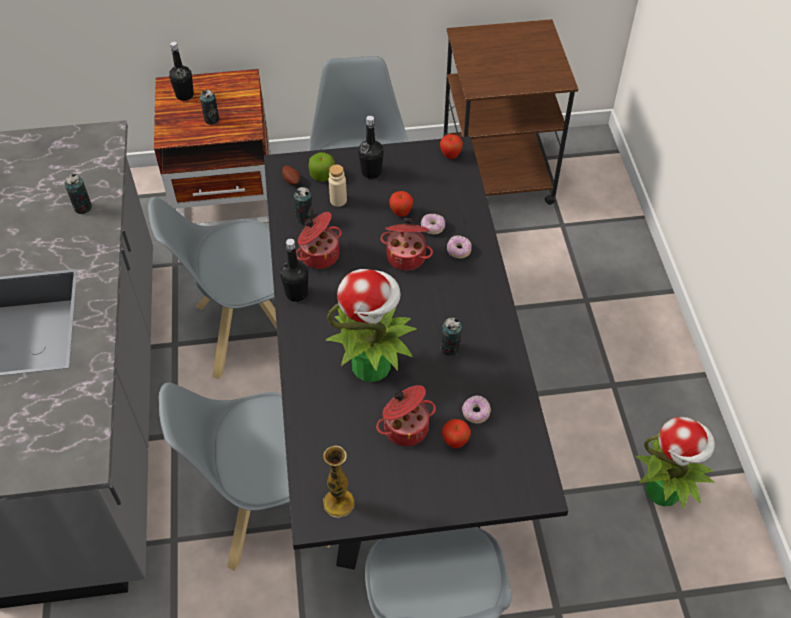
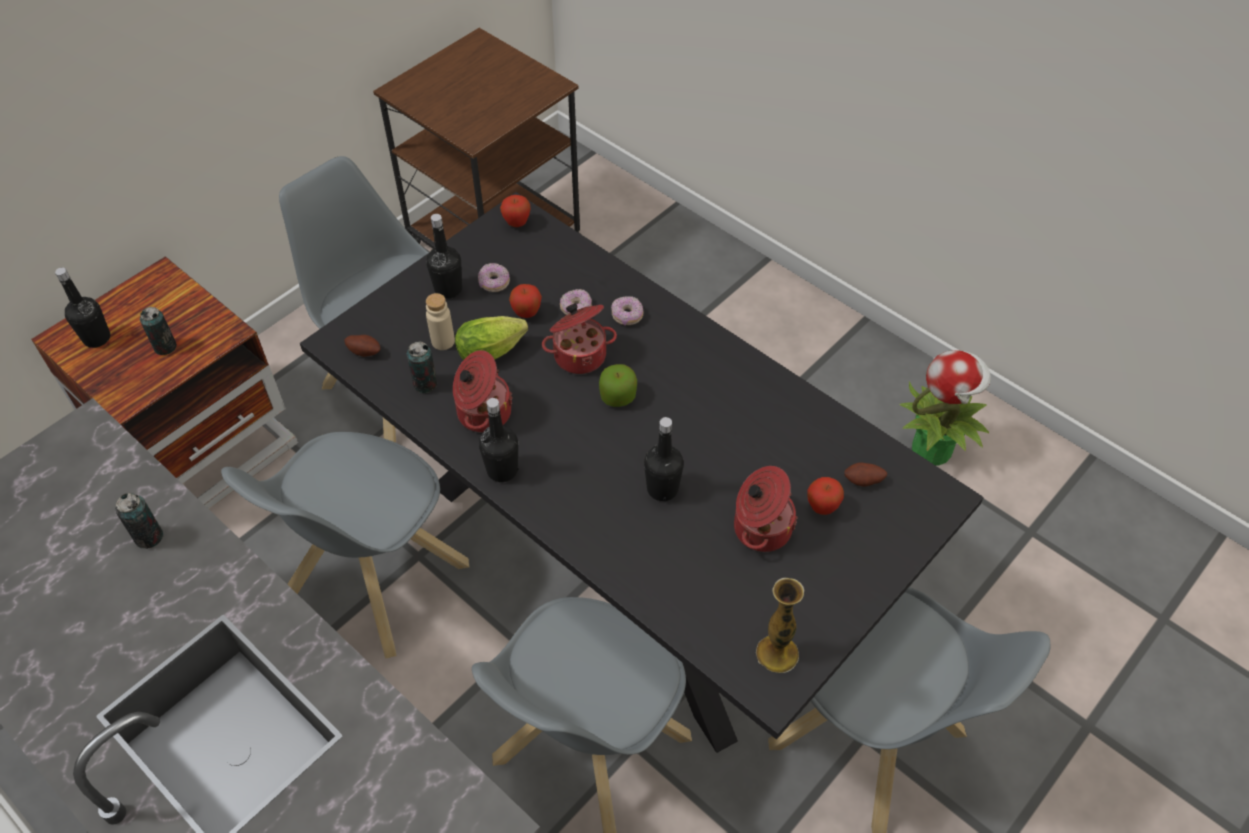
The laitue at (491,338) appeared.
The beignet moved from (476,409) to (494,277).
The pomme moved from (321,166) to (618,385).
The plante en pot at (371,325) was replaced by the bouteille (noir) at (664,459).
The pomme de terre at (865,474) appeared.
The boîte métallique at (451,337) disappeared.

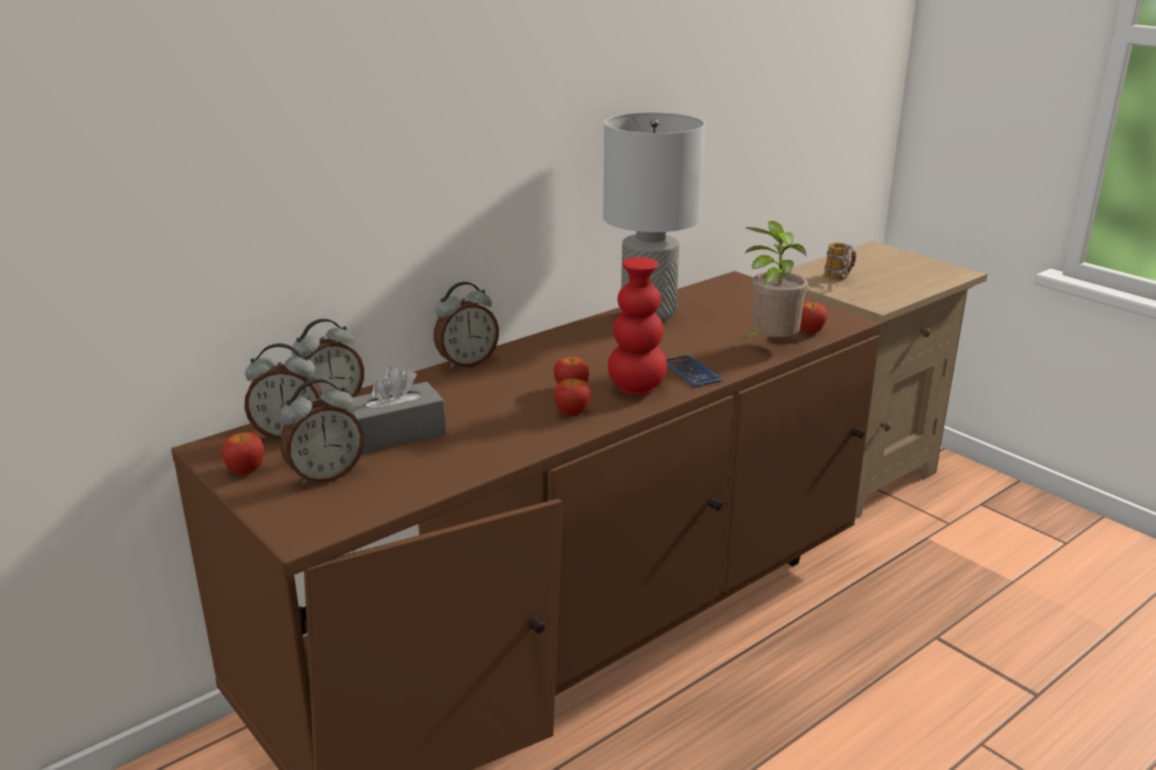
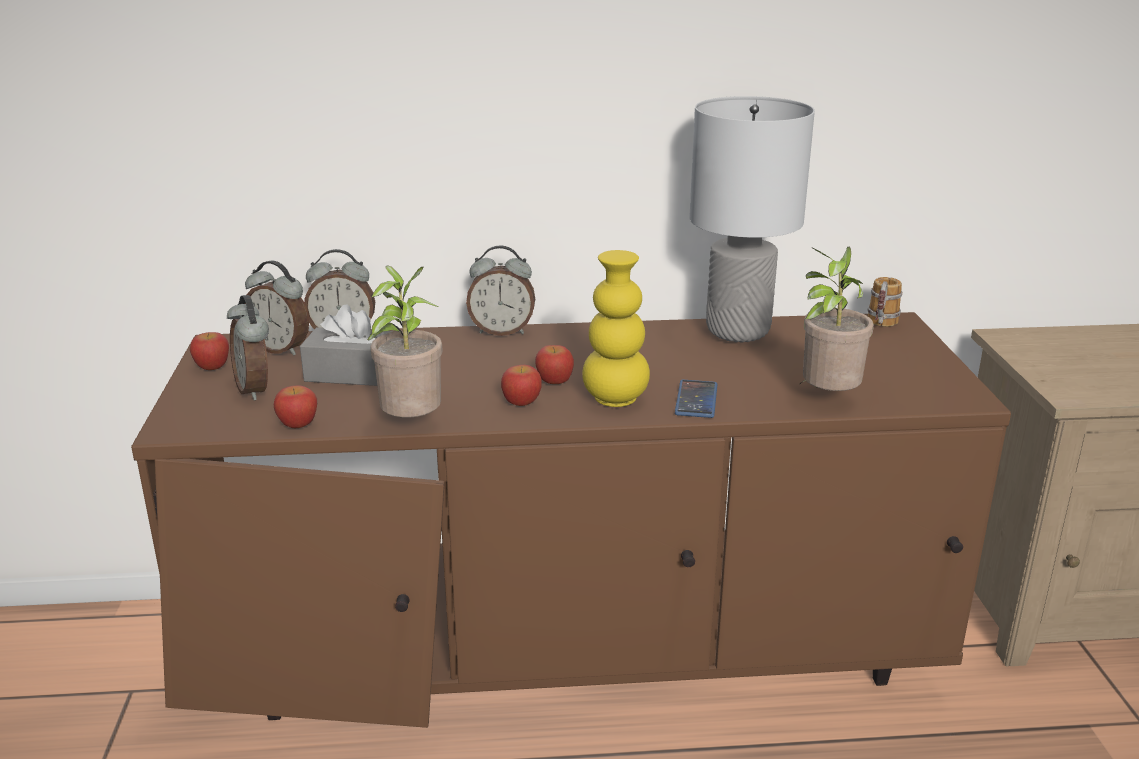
The réveil at (322,432) turned 60 degrees clockwise.
The pomme moved from (814,318) to (295,406).
The plante en pot at (405,341) appeared.
The vase (rouge) at (637,326) became the vase (jaune) at (616,328).
The mug moved from (840,261) to (885,302).

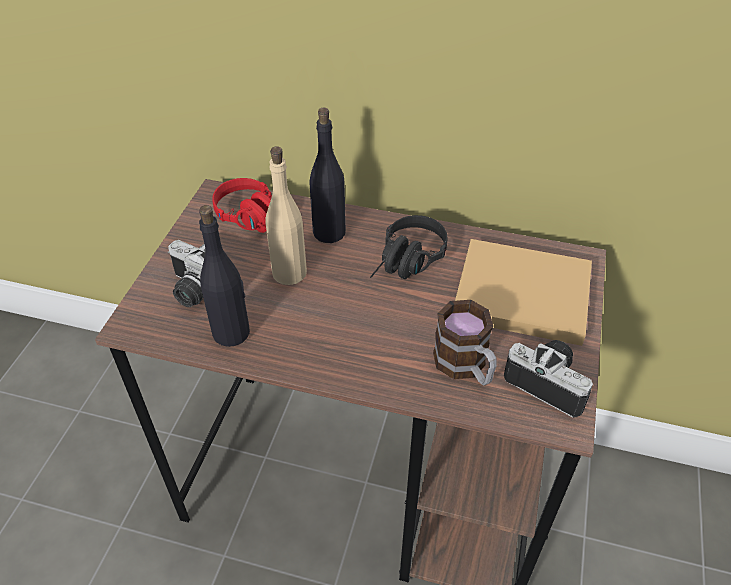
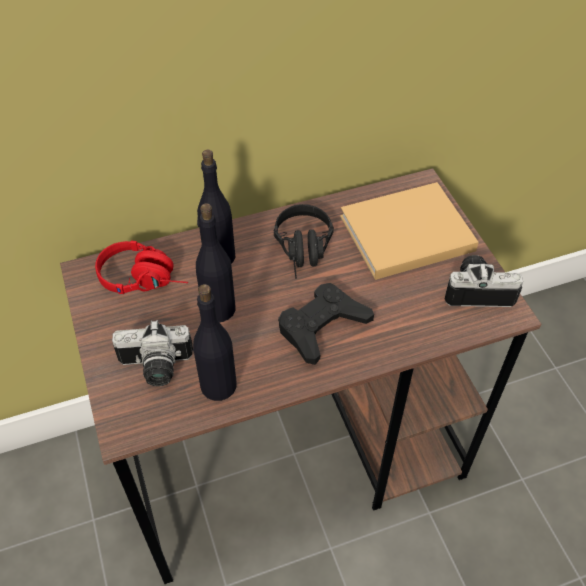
The bouteille (beige) at (286,215) became the bouteille (noir) at (216,262).
The manette (noir) at (326,324) appeared.
The mug at (465,343) disappeared.

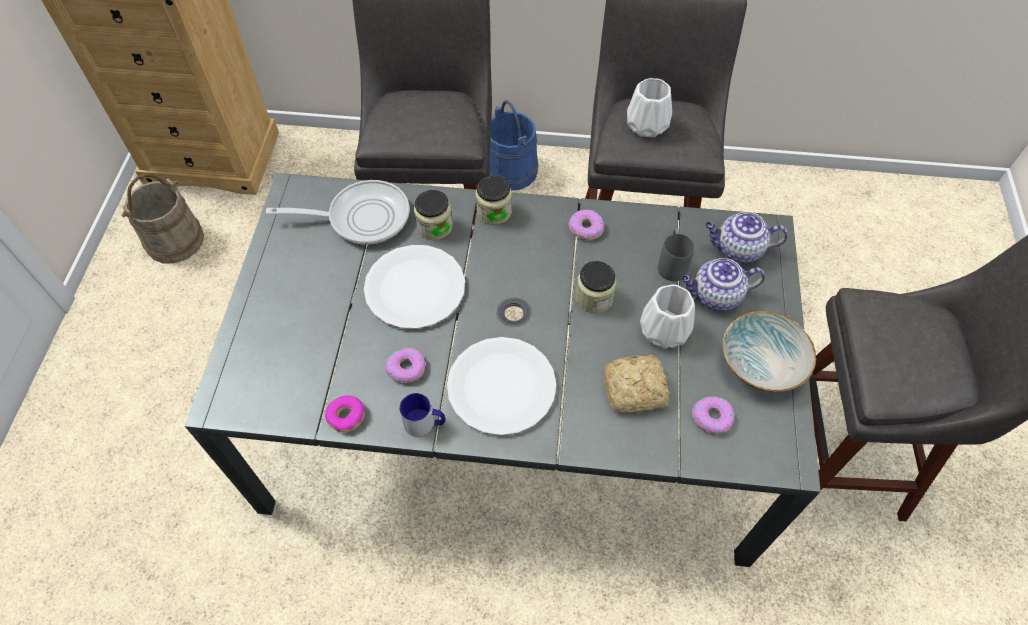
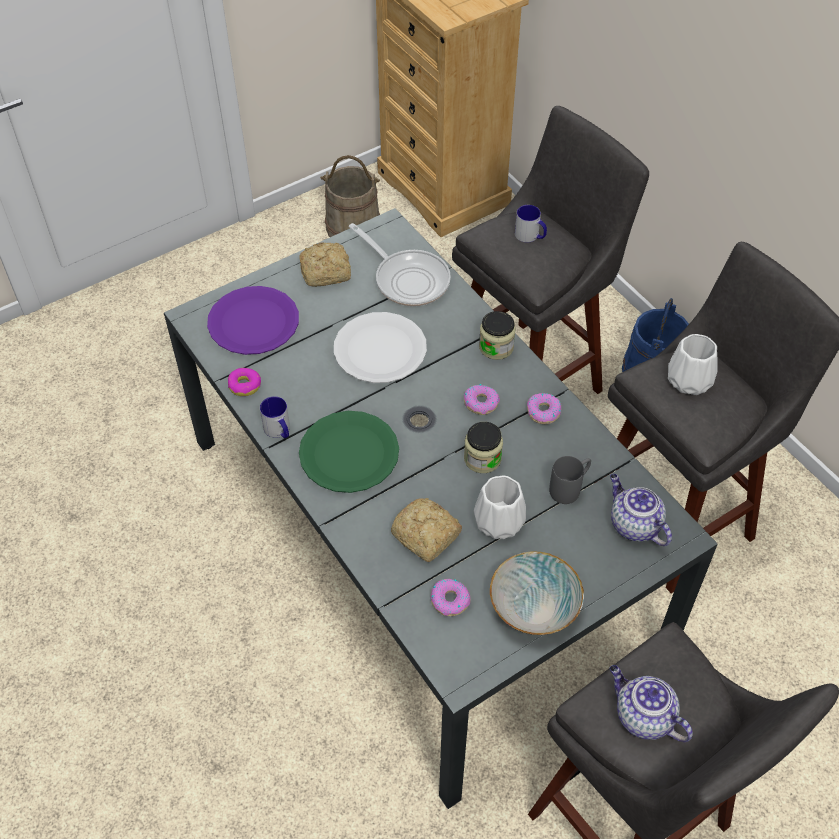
The assiette (violet) at (253,320) appeared.
The pain at (325,264) appeared.
The assiette (blanc) at (501,386) became the assiette (vert) at (349,452).
The beignet moved from (405,365) to (482,399).
The mug at (531,224) appeared.
The théière moved from (723,284) to (651,703).
The bocal at (433,215) disappeared.

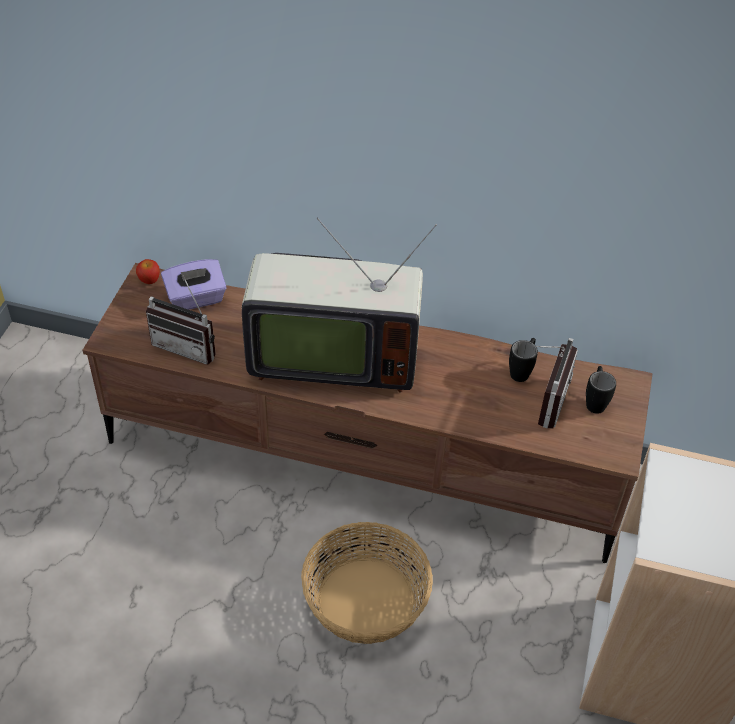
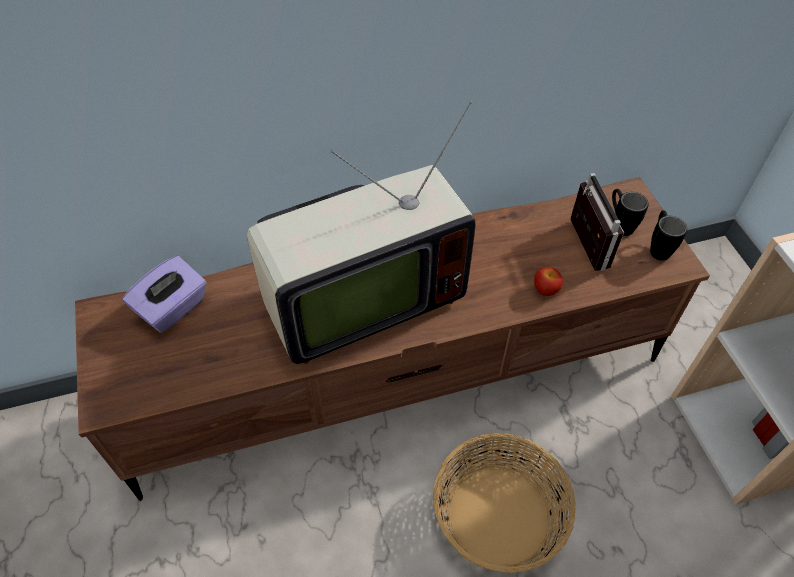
The pomme moved from (148,271) to (548,281).
The mug (noir) moved from (523,360) to (668,235).
The radio at (181,320) disappeared.

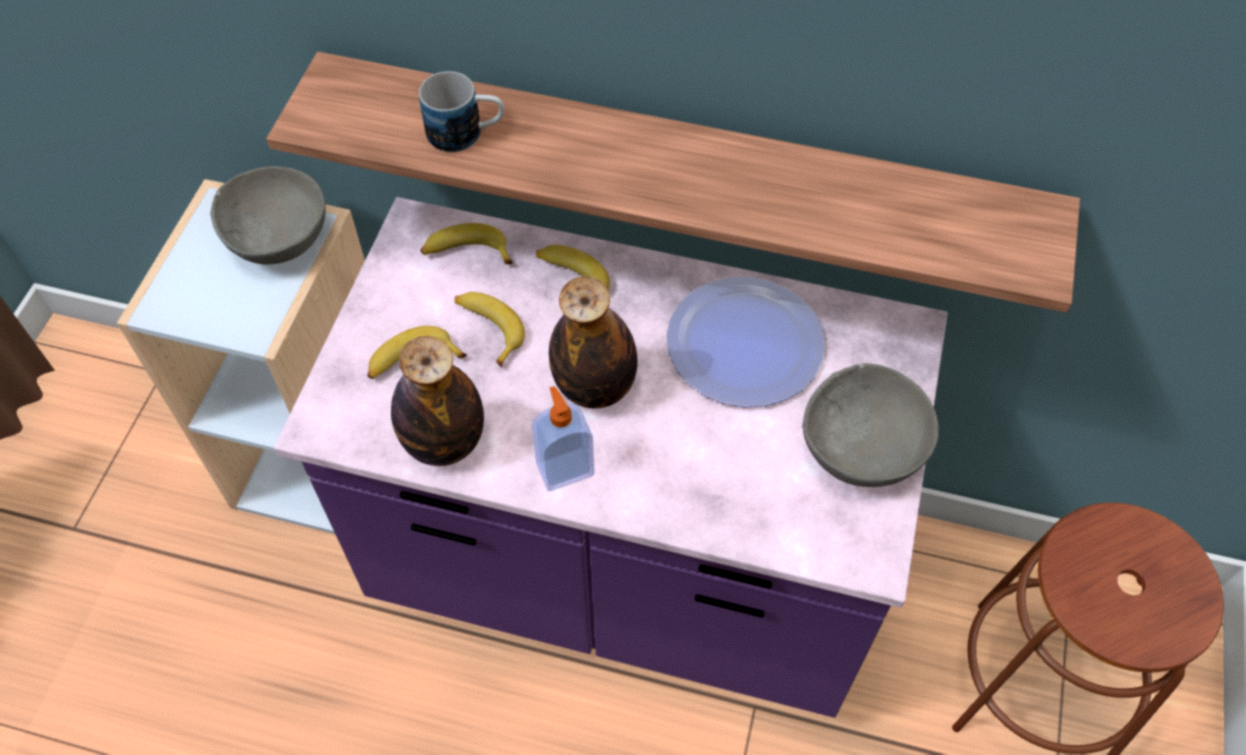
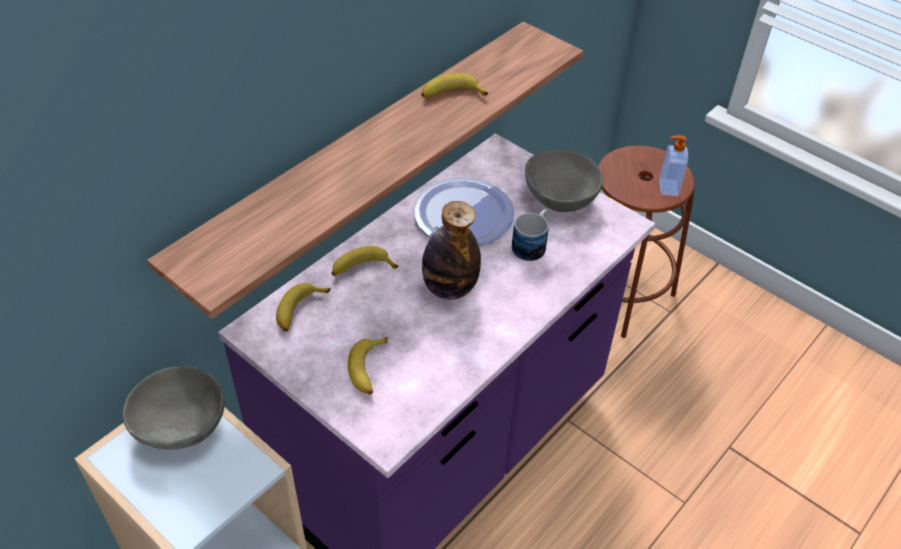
The banane moved from (489,329) to (454,85).
The mug moved from (461,111) to (530,235).
The distributeur de savon moved from (563,438) to (673,165).
The bouteille at (437,401) disappeared.

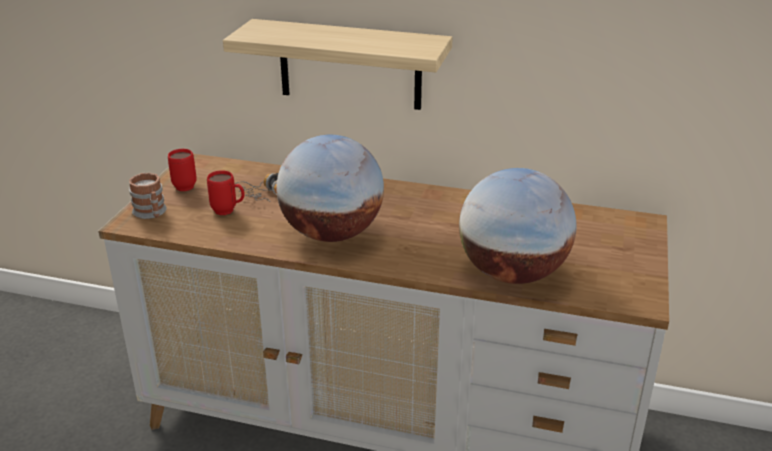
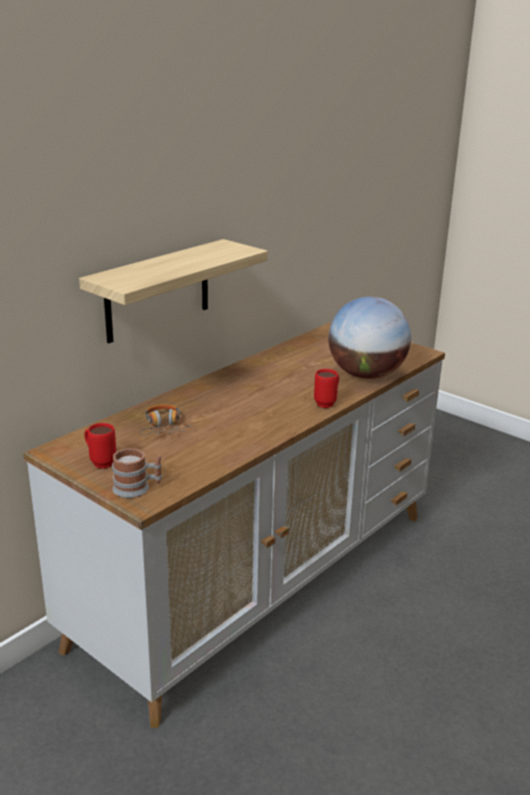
The mug (rouge) moved from (226,192) to (326,388).
The globe at (330,188) disappeared.

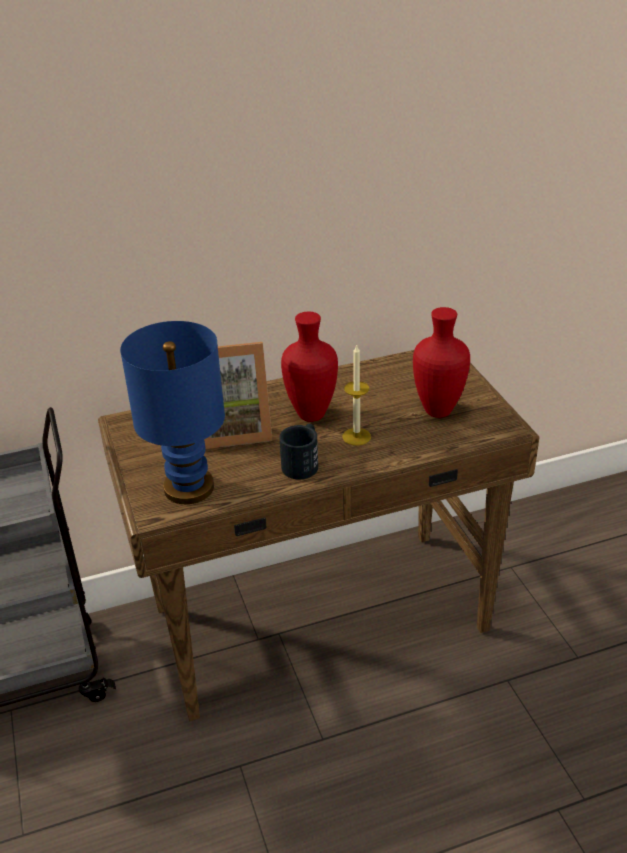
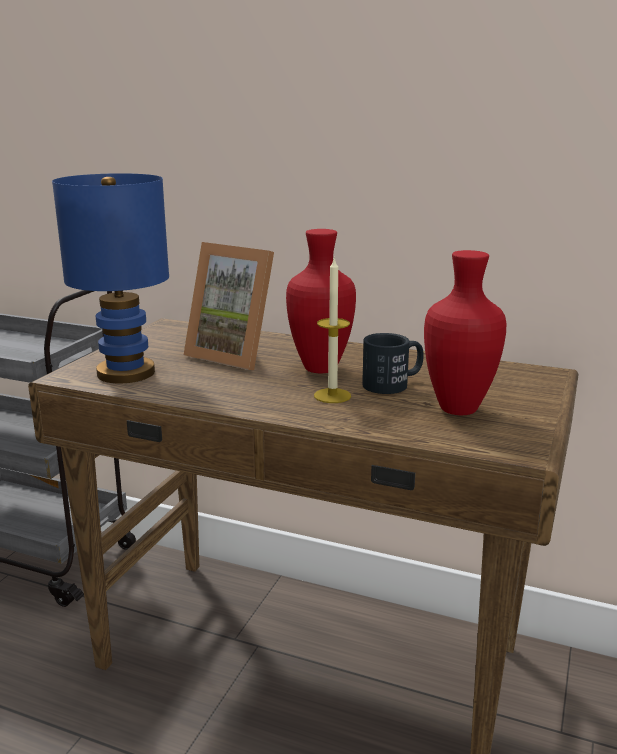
The mug (noir) moved from (298,452) to (393,363).

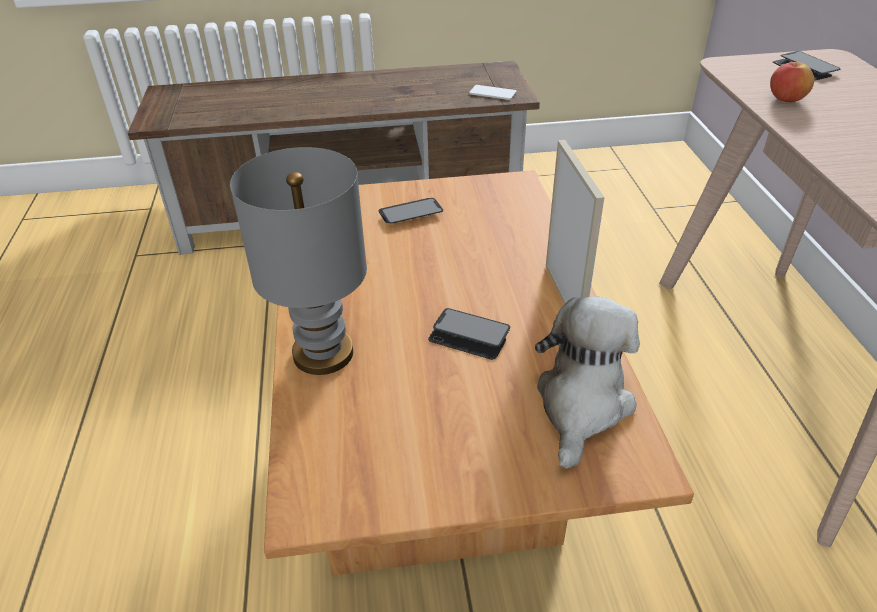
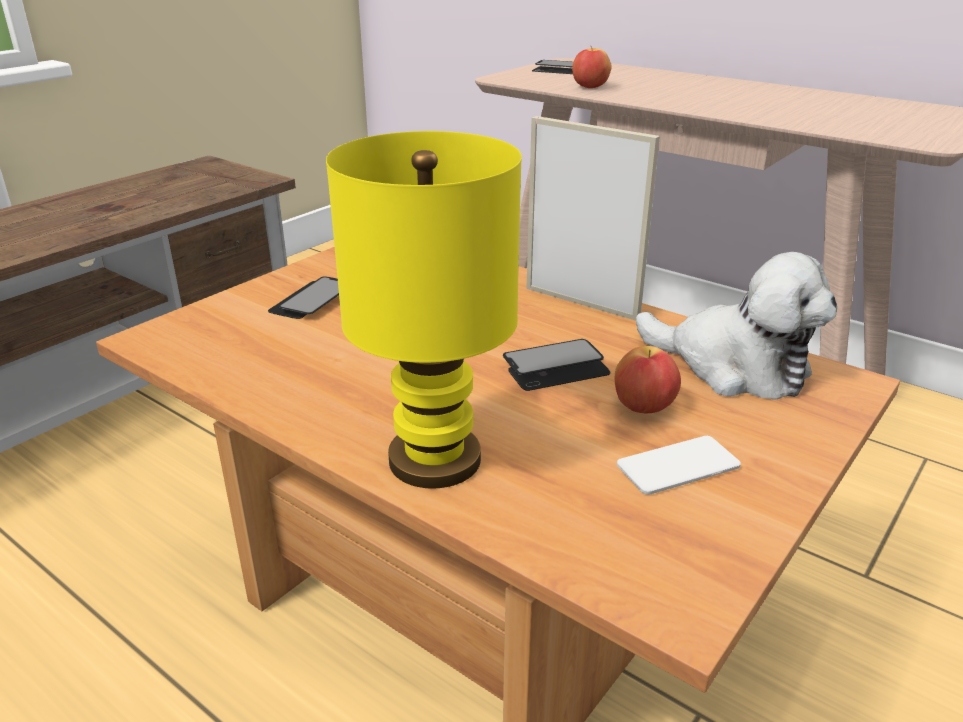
The lampe de table (gris) at (298,261) became the lampe de table (jaune) at (424,309).
The pomme at (648,379) appeared.
The téléphone moved from (493,92) to (679,465).
The peluche at (587,382) turned 150 degrees clockwise.

